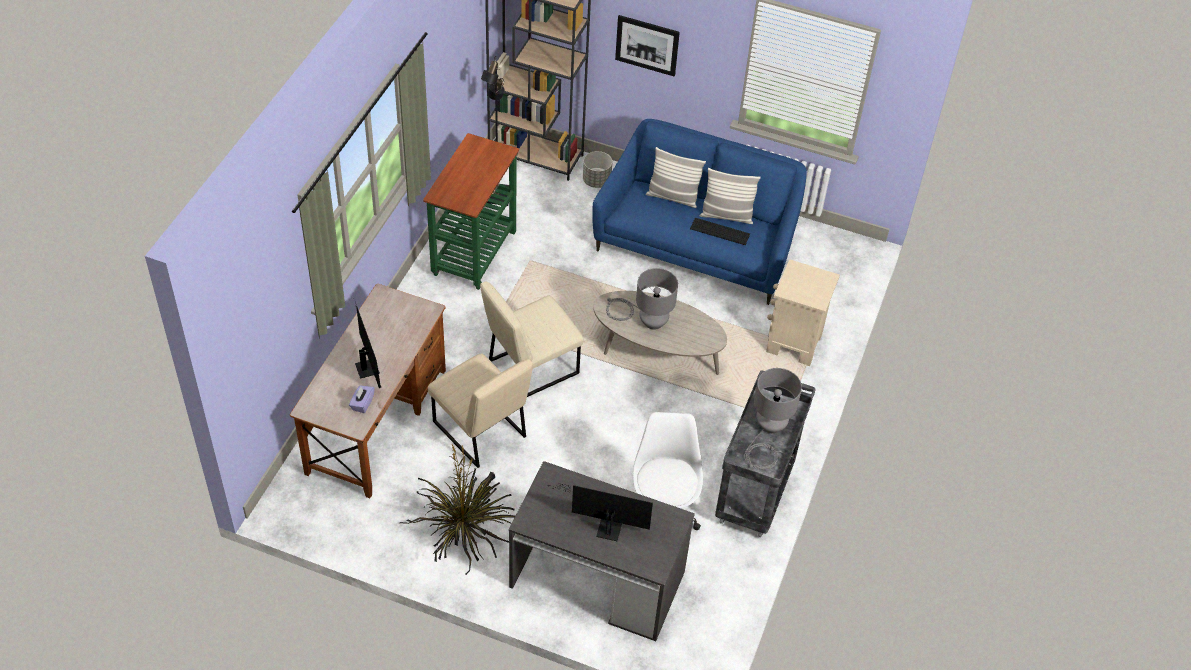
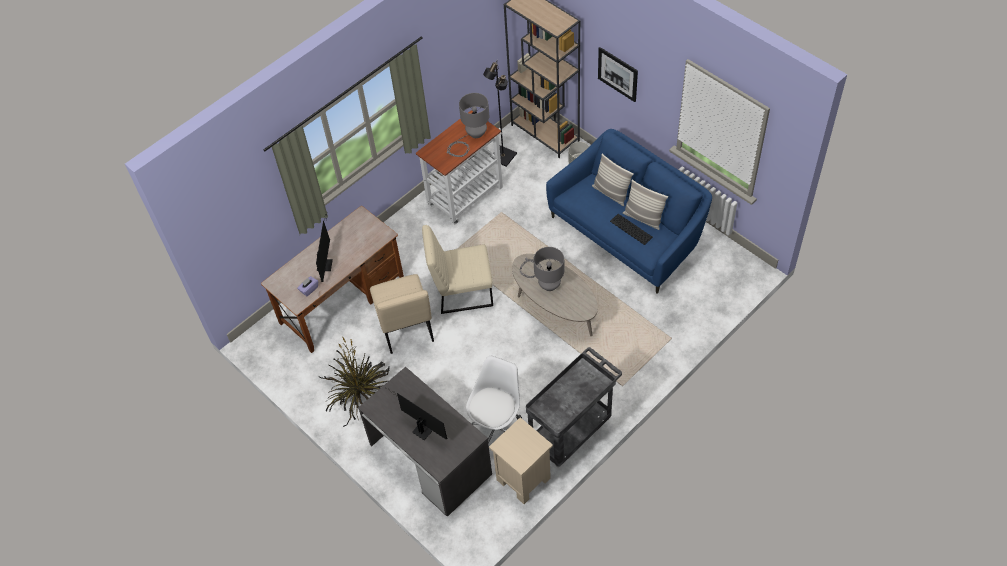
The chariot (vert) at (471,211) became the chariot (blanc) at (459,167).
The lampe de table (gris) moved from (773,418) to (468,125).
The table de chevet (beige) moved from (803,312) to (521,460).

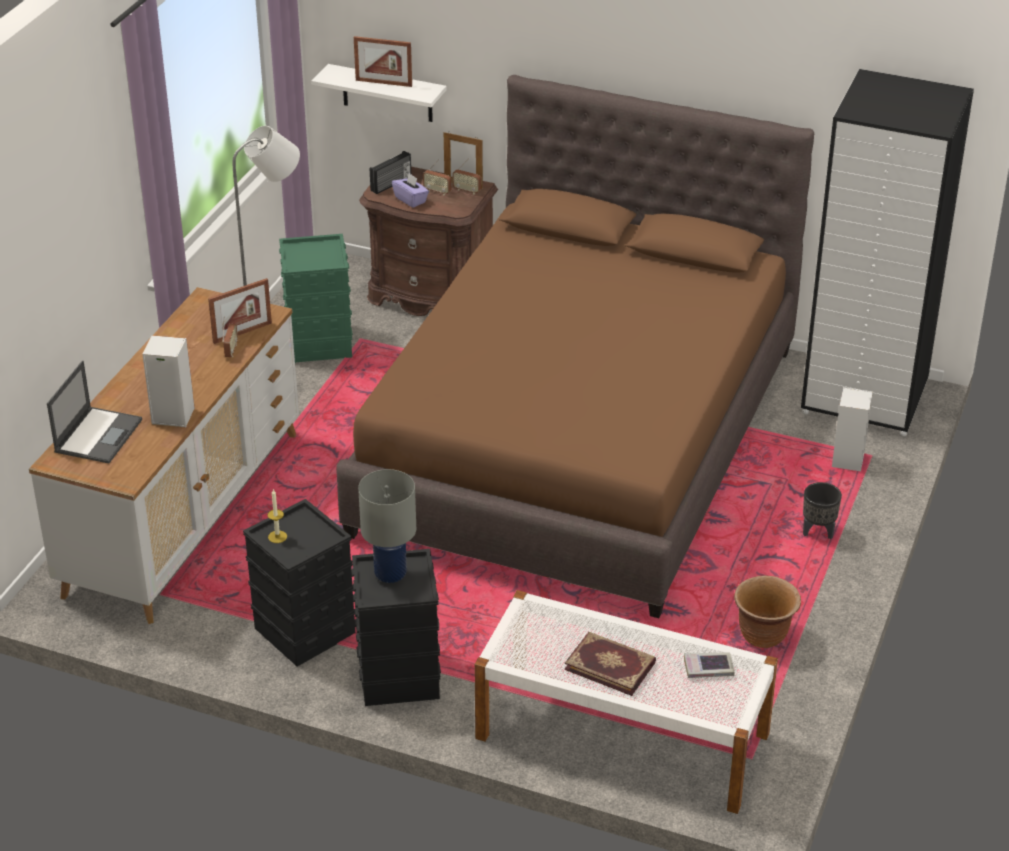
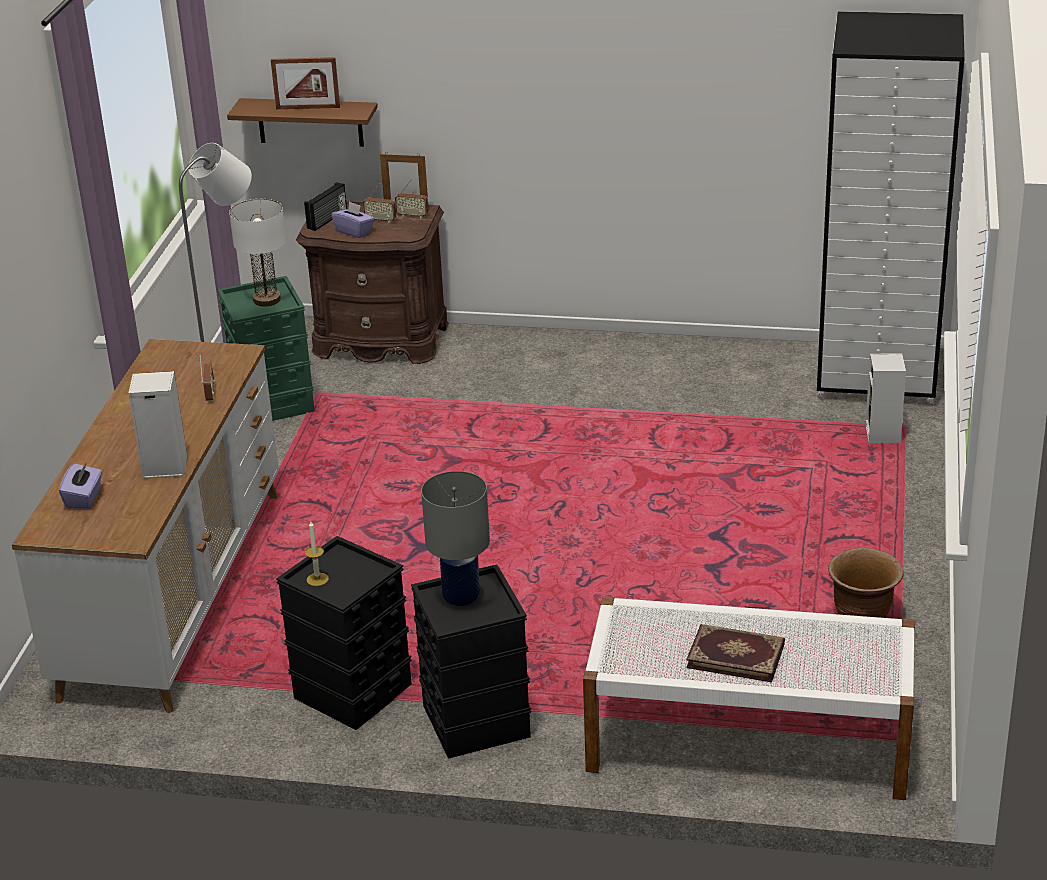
The ordinateur portable at (94,412) was replaced by the boîte à mouchoirs (violet) at (80,485).
The étagère (blanc) at (379,93) became the étagère (marron) at (302,122).
The lampe de table at (257,253) appeared.
The cadre photo at (240,311) disappeared.
The lit (marron) at (575,346) disappeared.
The livre at (709,665) disappeared.
The cache-pot (noir) at (822,510) disappeared.

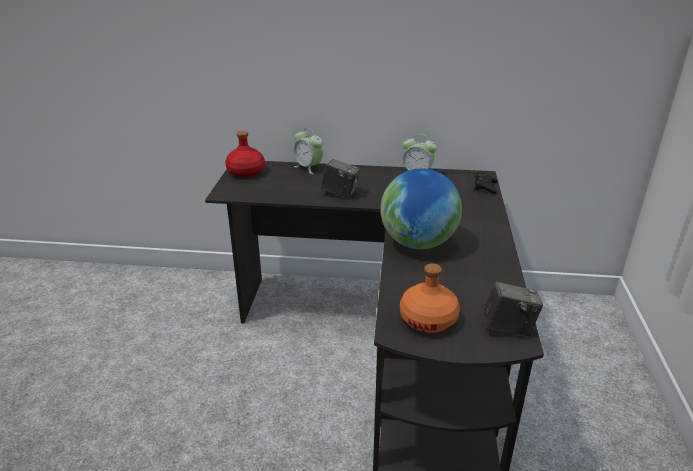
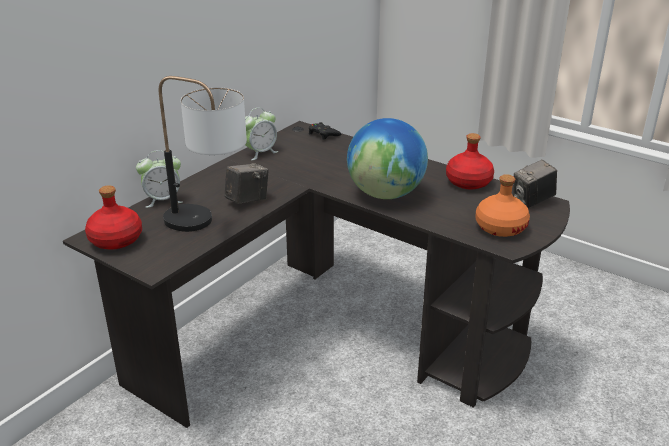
The lampe de table at (203,154) appeared.
The bouteille (rouge) at (470,161) appeared.
The appareil photo at (513,309) turned 150 degrees counterclockwise.

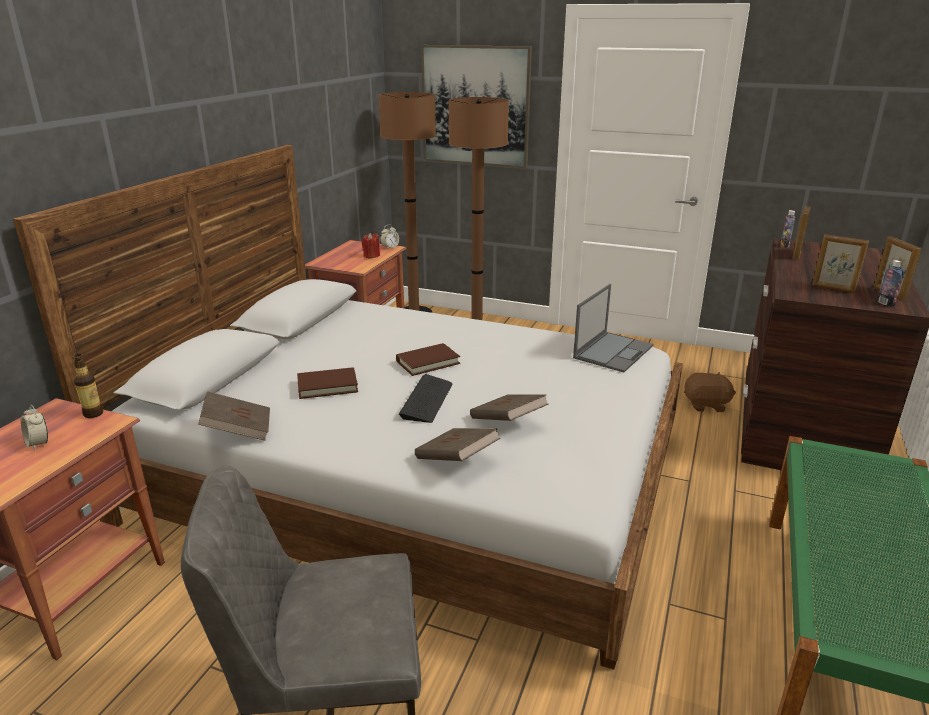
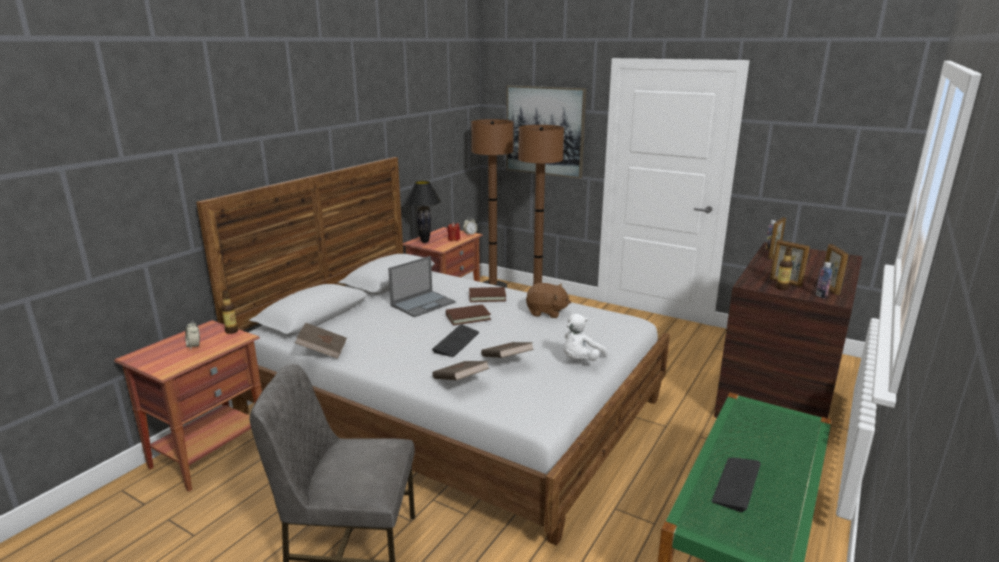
The ordinateur portable moved from (613,328) to (422,286).
The lampe de table (noir) at (423,212) appeared.
The livre (marron) moved from (327,383) to (487,294).
The peluche (marron) moved from (710,392) to (548,300).
The peluche (blanc) at (586,337) appeared.
The clavier at (736,485) appeared.
The bouteille at (784,268) appeared.

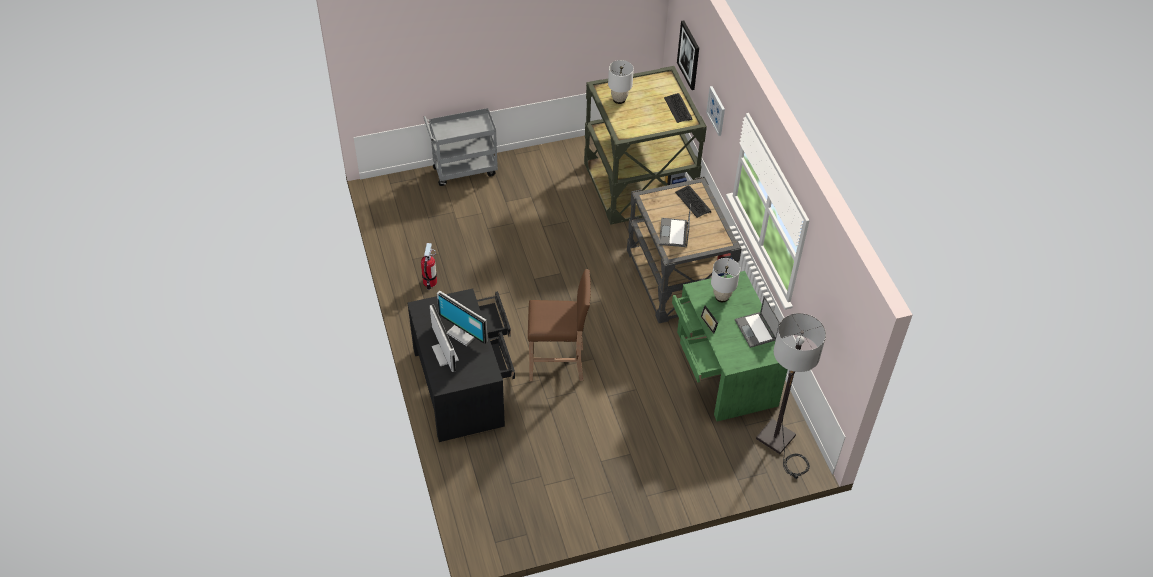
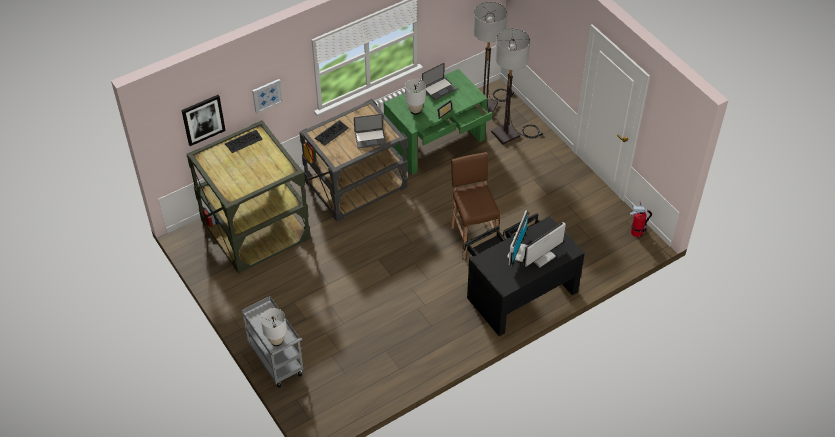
The lampe de table (blanc) moved from (621,82) to (274,327).
The lampadaire at (517,86) appeared.
The extincteur moved from (429,266) to (641,219).

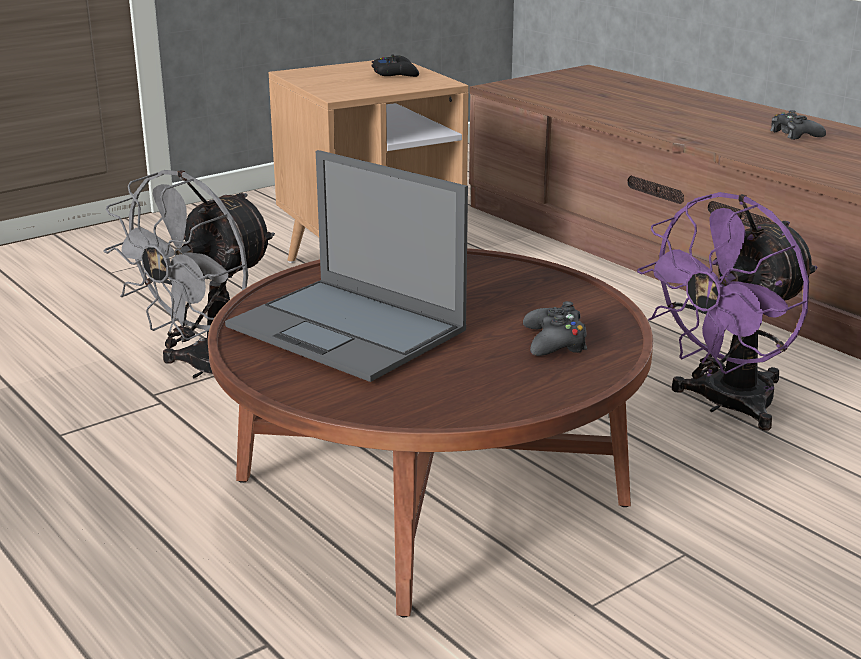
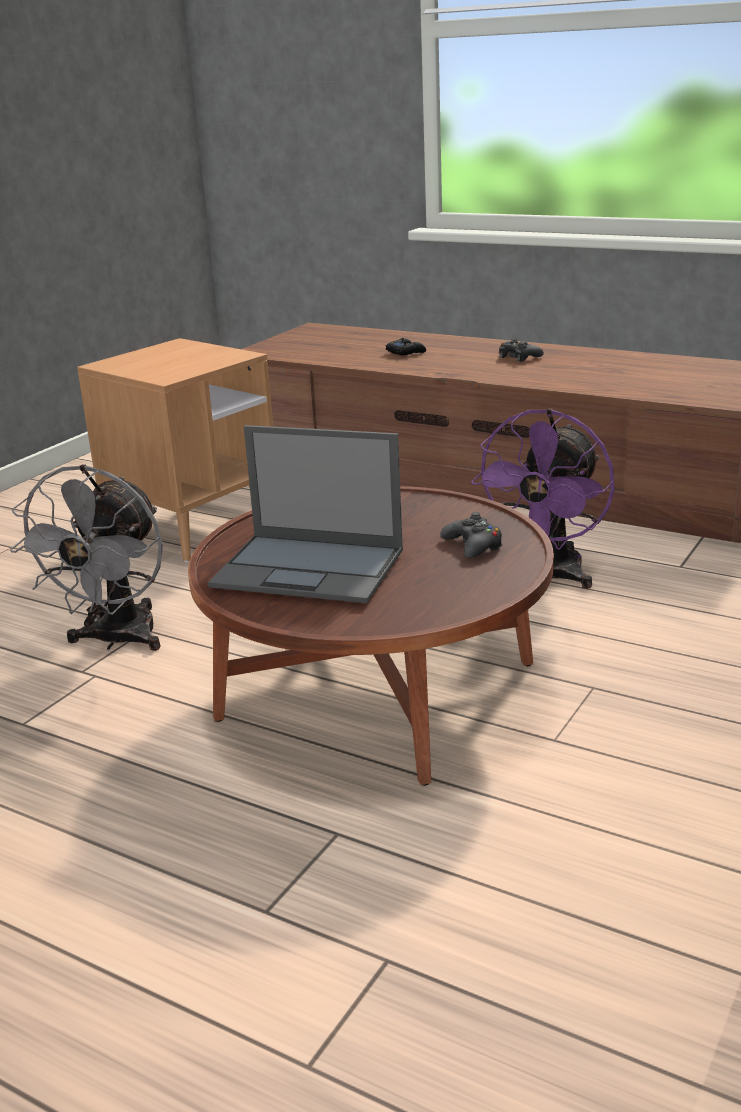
The manette (noir) moved from (395,65) to (406,346).

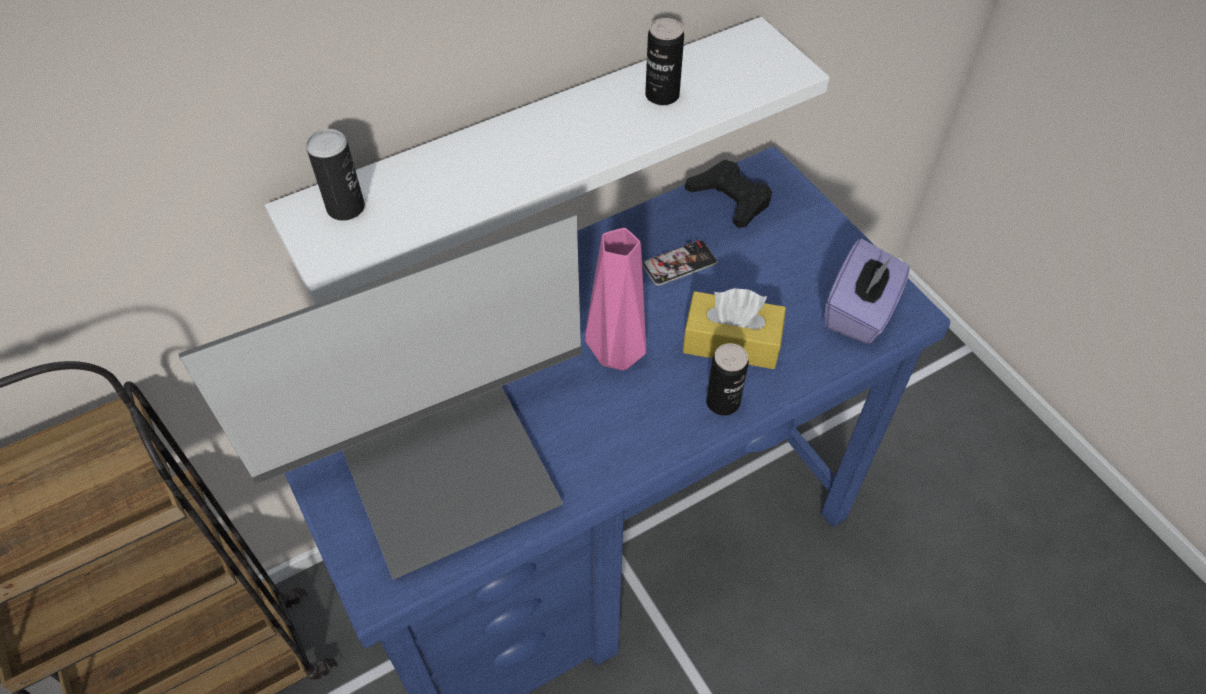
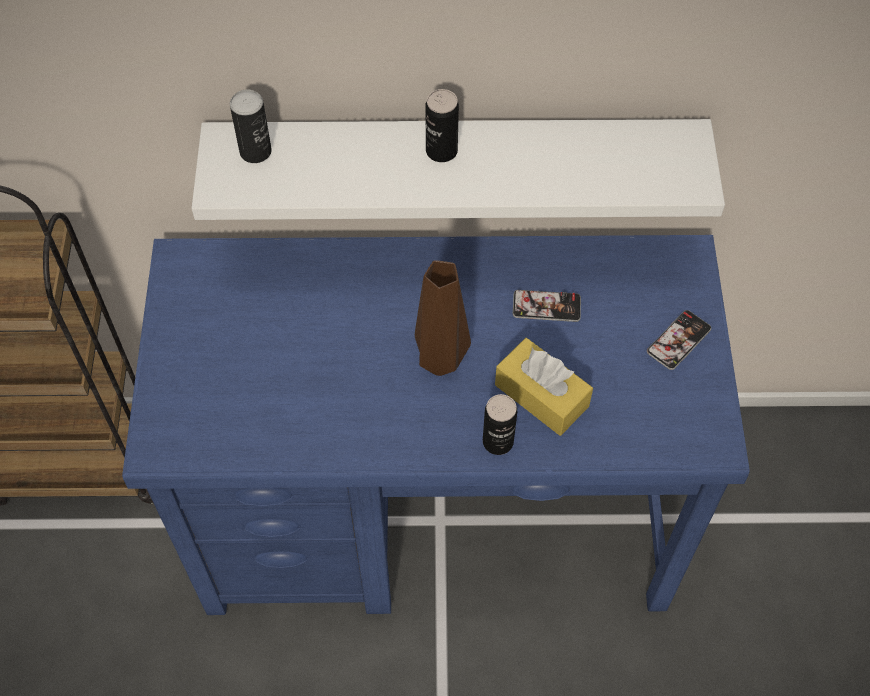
The vase (rose) at (615,299) became the vase (marron) at (443,318).
The boîte métallique moved from (664,61) to (442,125).
The téléphone at (679,340) appeared.
The écran d'ordinateur at (380,396) disappeared.
The manette (noir) at (728,194) disappeared.
The boîte à mouchoirs (violet) at (867,291) disappeared.

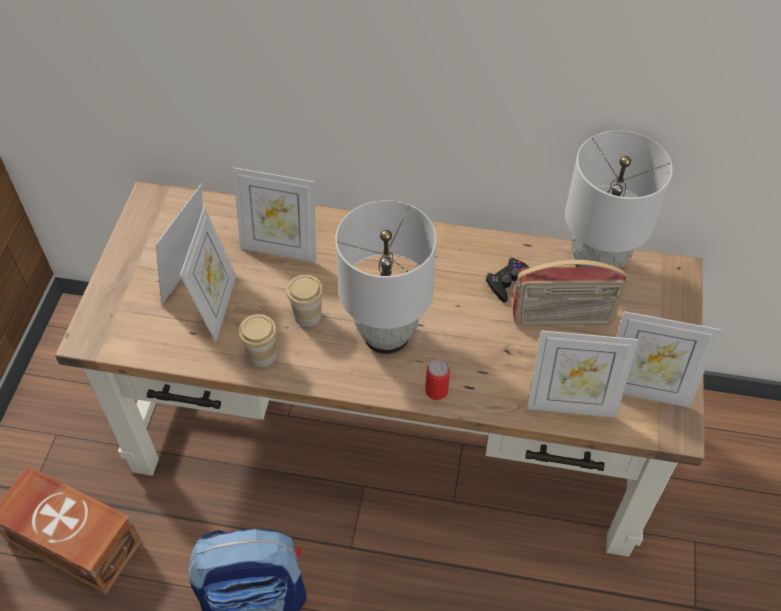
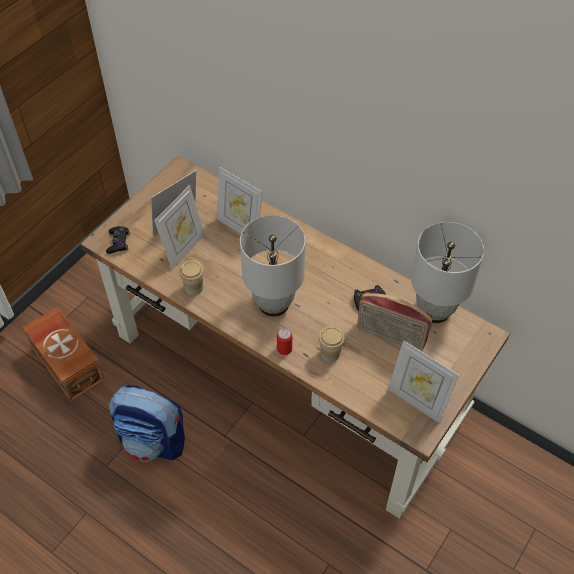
The manette (noir) at (118,240) appeared.
The tasse moved from (305,301) to (332,344).
The cadre photo at (583,374) disappeared.

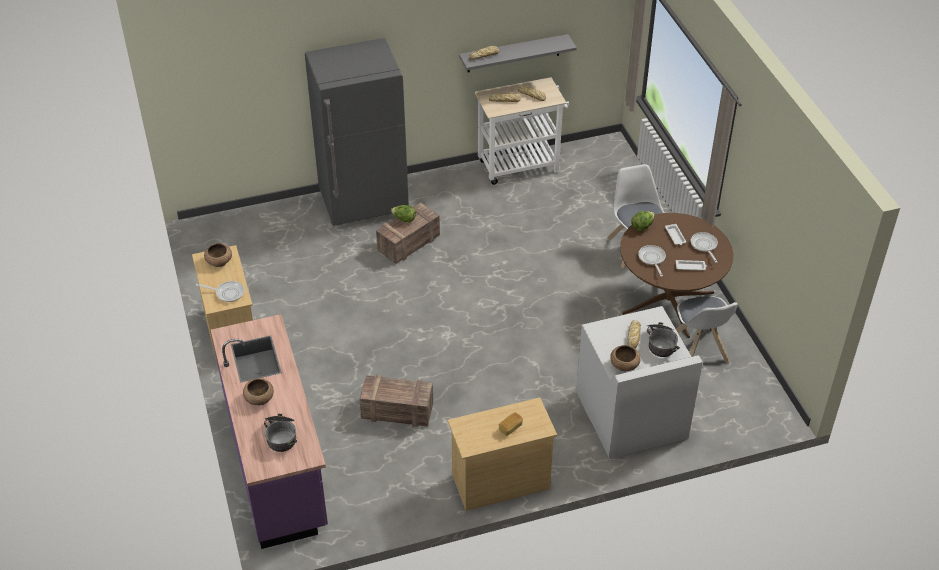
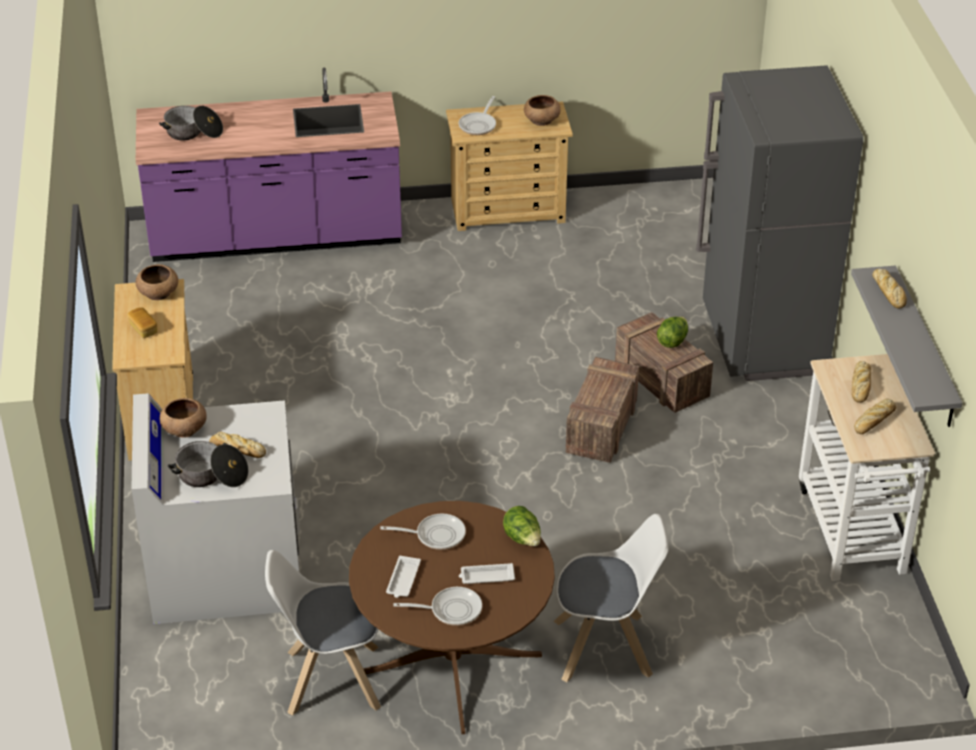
The bol (marron) moved from (258,391) to (157,282).
The caisse moved from (396,400) to (602,410).

